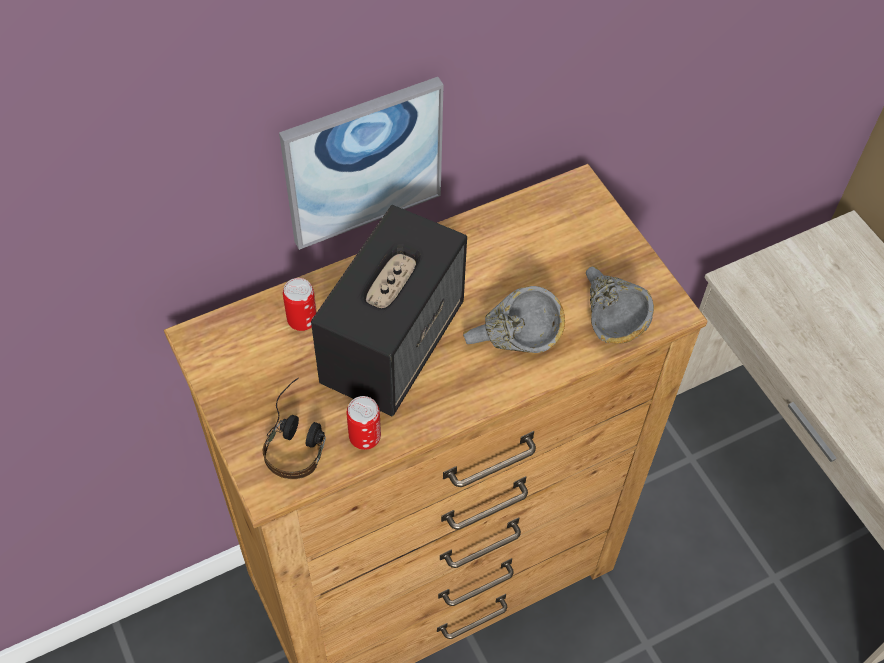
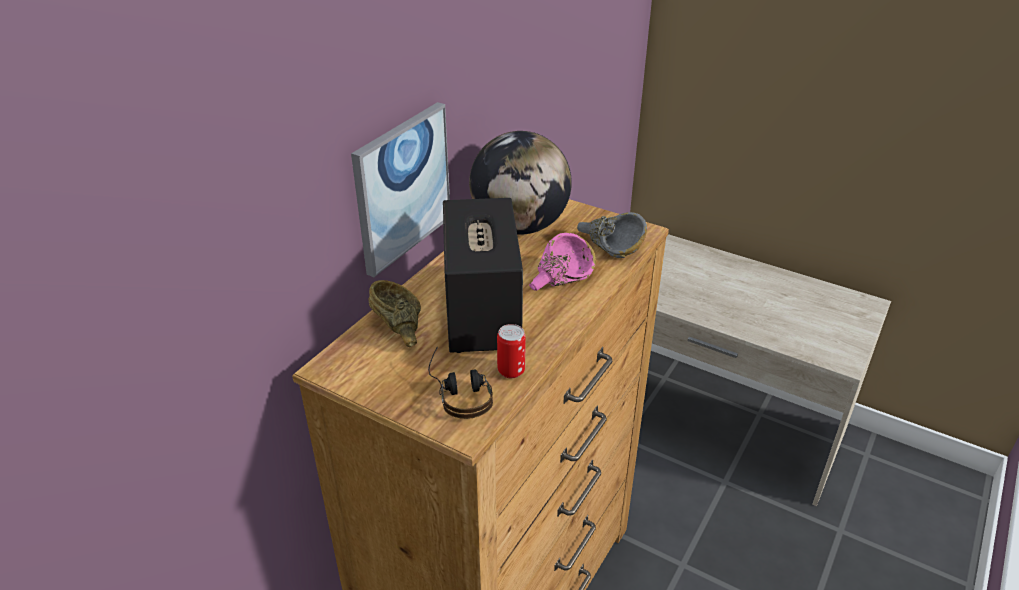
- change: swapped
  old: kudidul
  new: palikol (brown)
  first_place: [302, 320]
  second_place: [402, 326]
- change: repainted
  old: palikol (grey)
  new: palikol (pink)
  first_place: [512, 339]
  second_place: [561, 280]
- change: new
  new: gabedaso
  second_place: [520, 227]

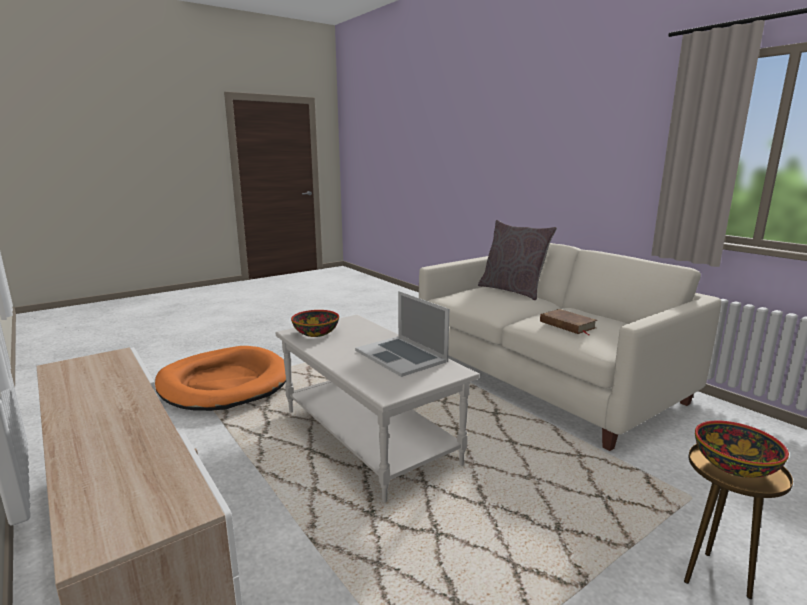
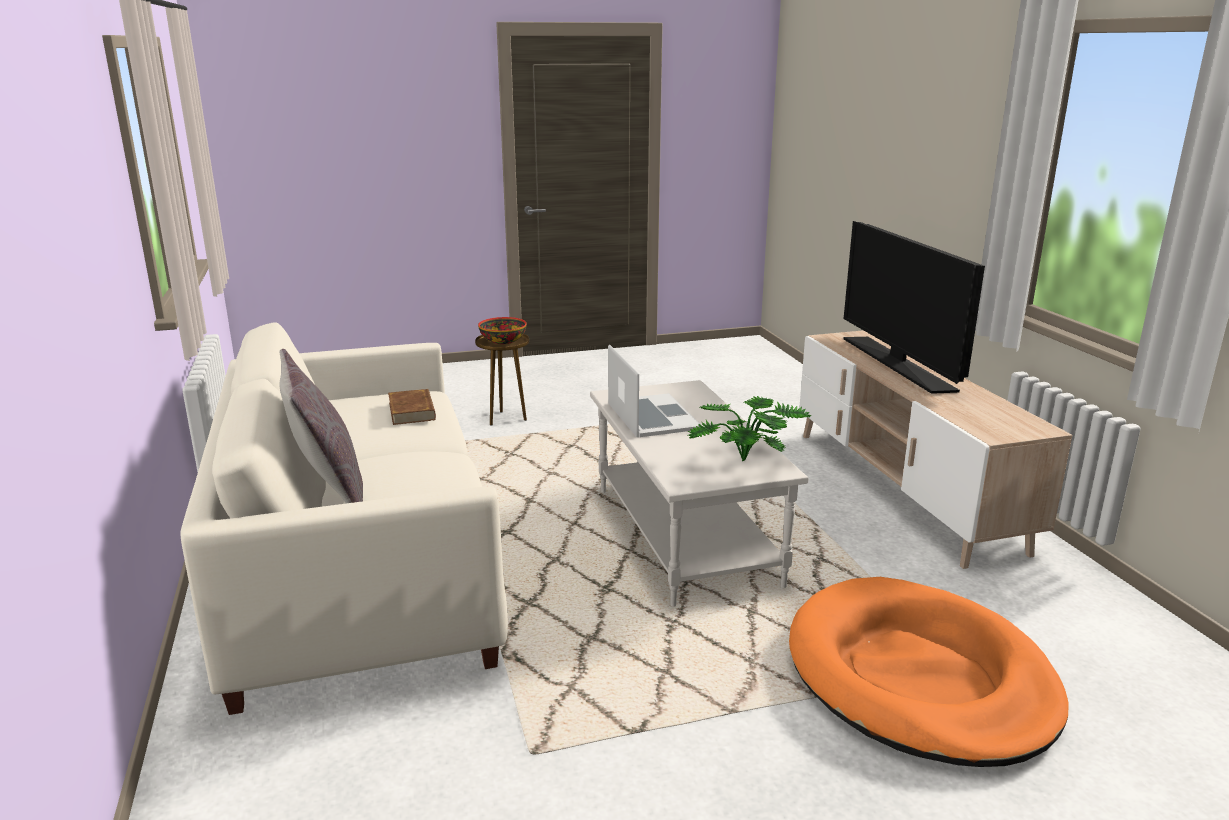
- change: swapped
  old: palikol
  new: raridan
  first_place: [316, 333]
  second_place: [746, 463]
- change: new
  new: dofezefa
  second_place: [898, 364]

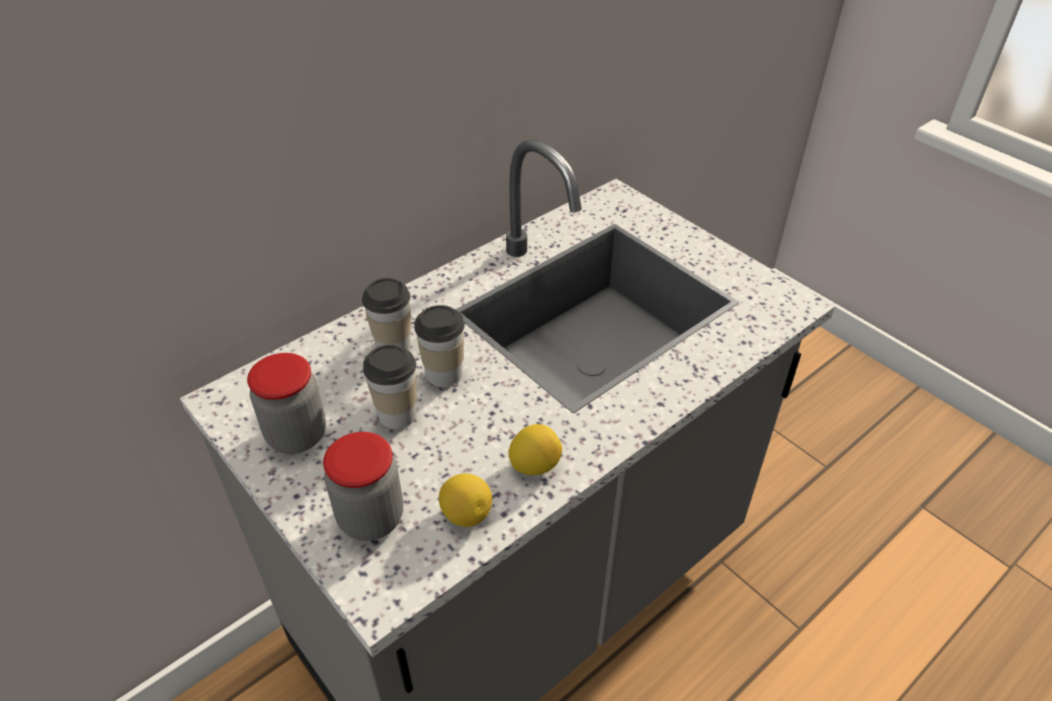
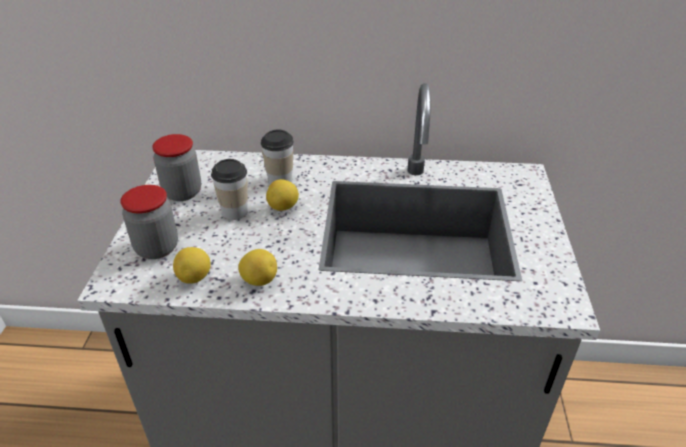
- change: swapped
  old: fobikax
  new: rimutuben
  first_place: [444, 373]
  second_place: [283, 207]

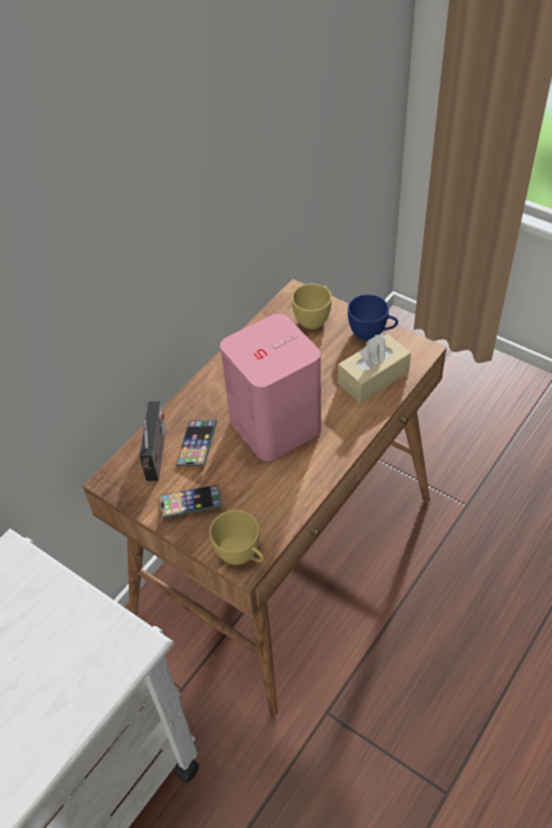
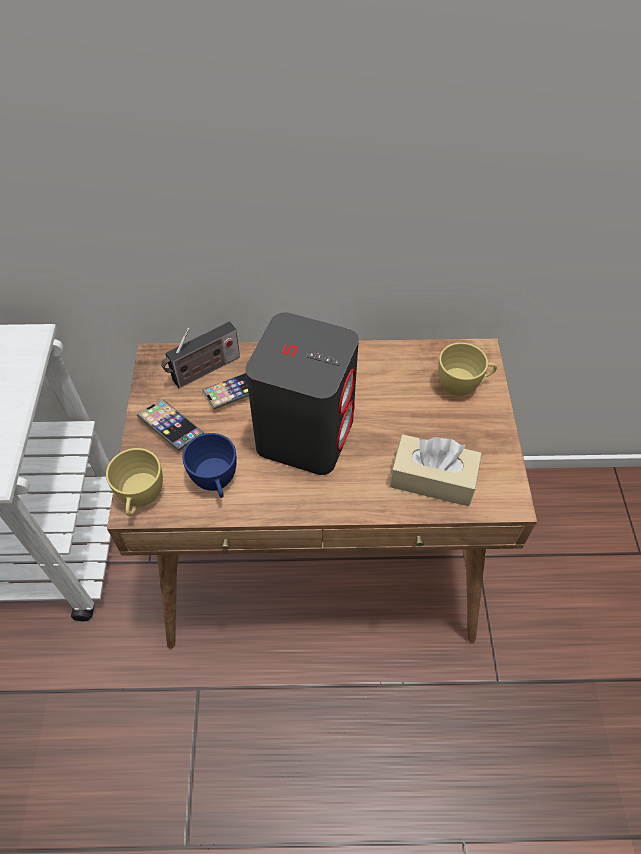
- change: shifted
  old: fobikax (blue)
  first_place: [372, 333]
  second_place: [216, 483]
- change: repainted
  old: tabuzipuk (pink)
  new: tabuzipuk (grey)
  first_place: [274, 425]
  second_place: [305, 433]

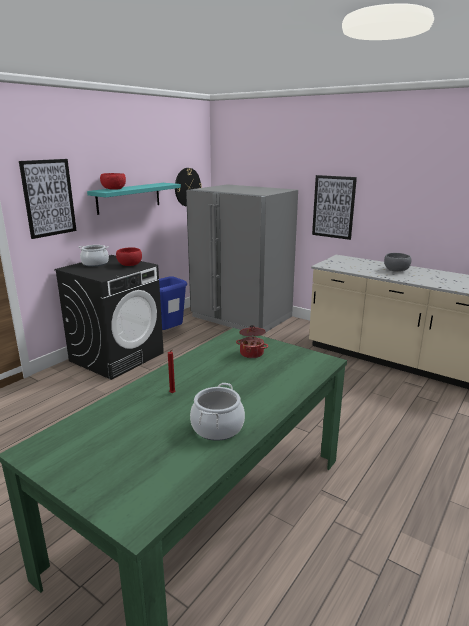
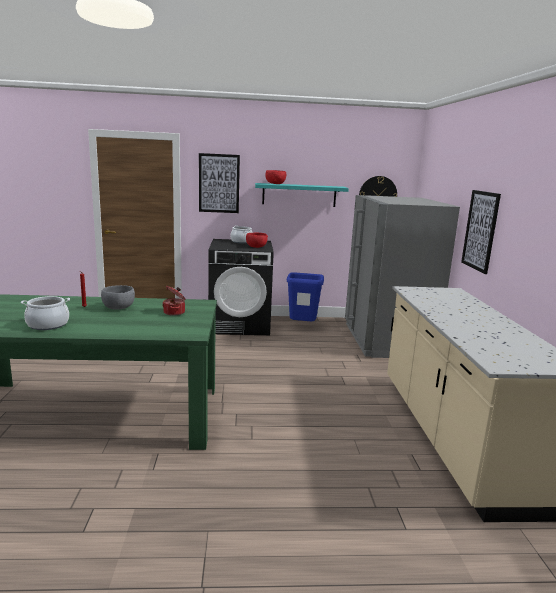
- change: shifted
  old: palikol (grey)
  first_place: [396, 270]
  second_place: [118, 308]

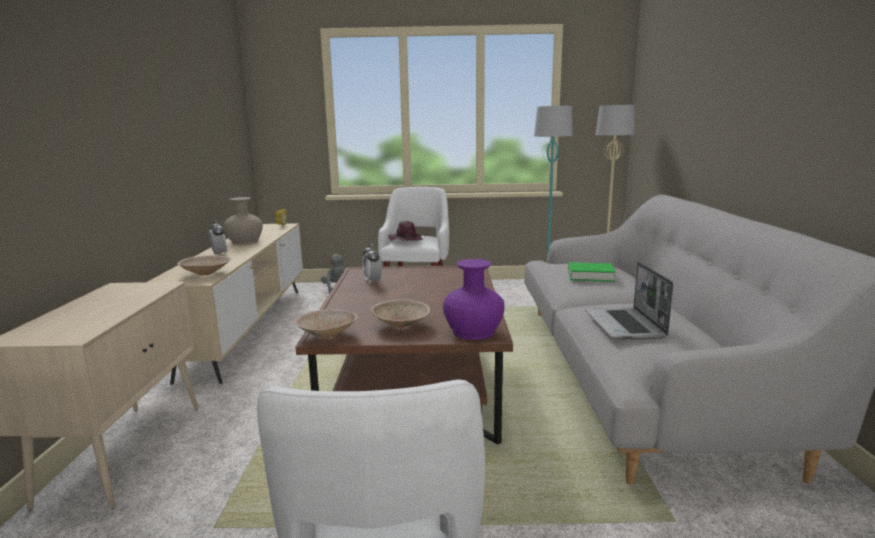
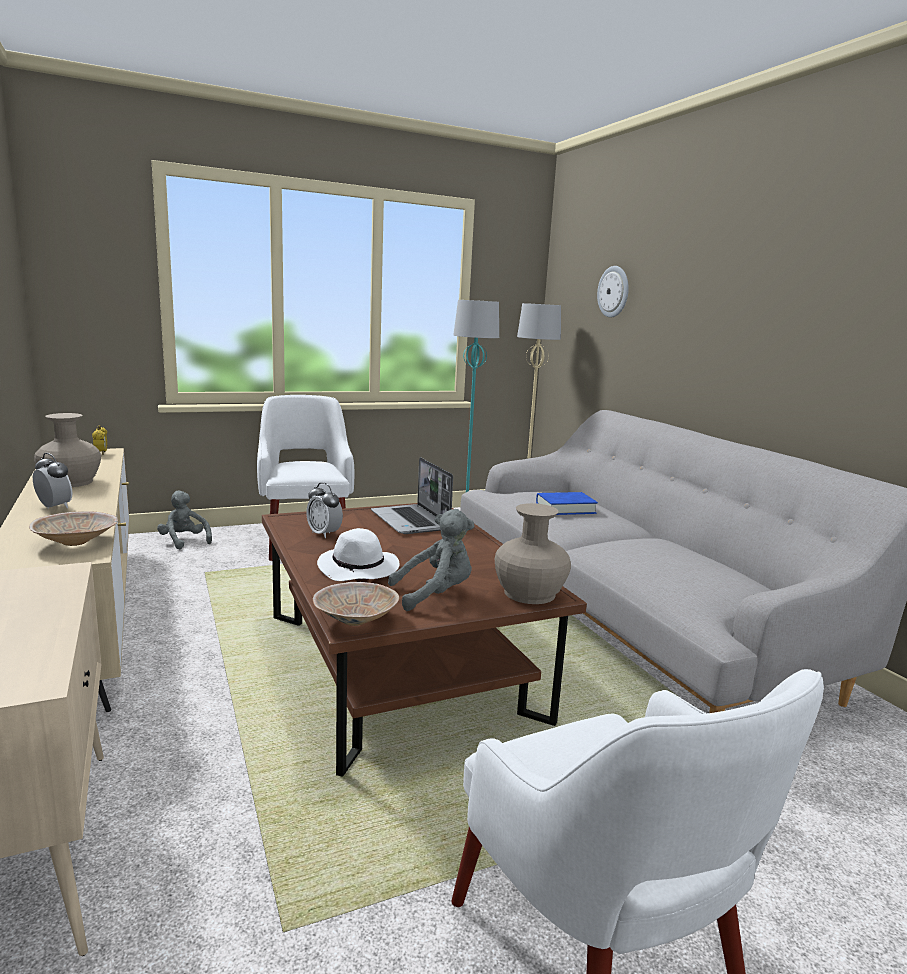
- change: gone
  old: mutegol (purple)
  first_place: [406, 240]
- change: repainted
  old: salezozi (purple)
  new: salezozi (beige)
  first_place: [473, 331]
  second_place: [529, 593]
- change: repainted
  old: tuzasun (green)
  new: tuzasun (blue)
  first_place: [590, 276]
  second_place: [565, 508]
- change: shifted
  old: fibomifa
  first_place: [625, 325]
  second_place: [411, 521]
- change: swapped
  old: palikol (beige)
  new: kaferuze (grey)
  first_place: [401, 325]
  second_place: [435, 594]
- change: new
  new: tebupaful
  second_place: [614, 292]
- change: new
  new: mutegol (white)
  second_place: [359, 569]

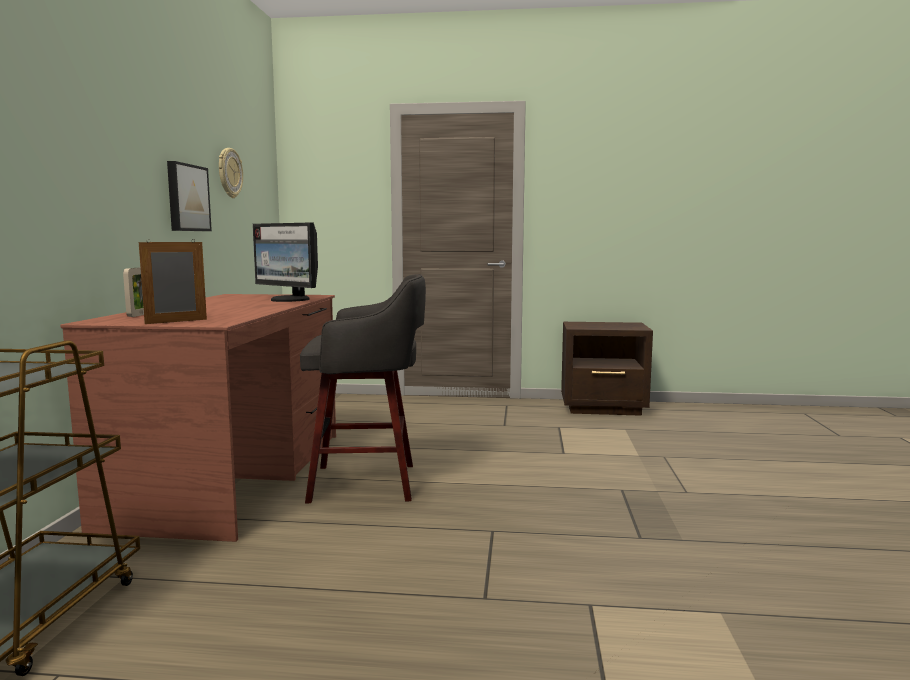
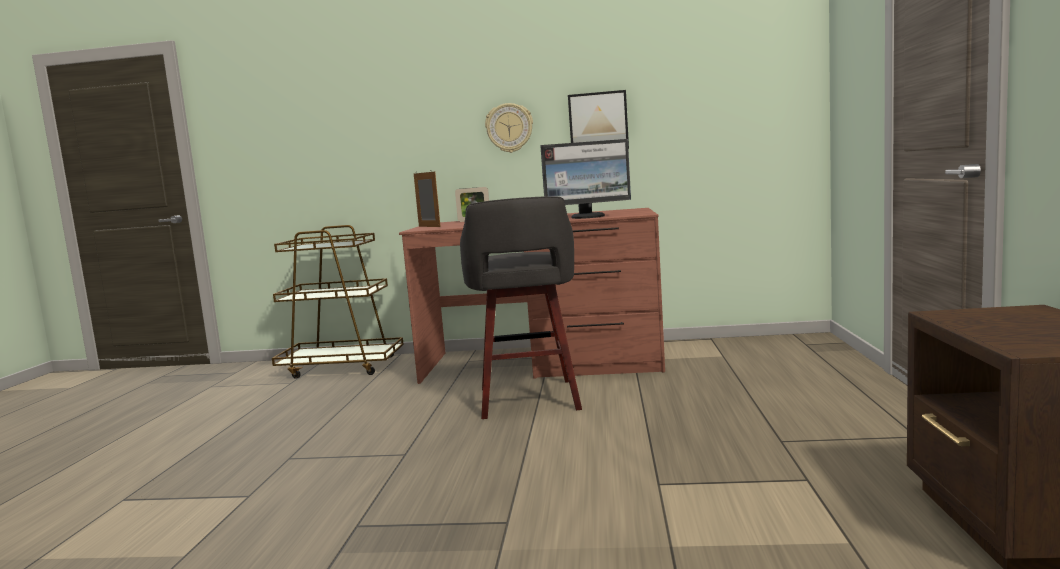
- change: shifted
  old: tebupaful
  first_place: [229, 173]
  second_place: [509, 128]
- change: rotated
  old: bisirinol
  first_place: [289, 300]
  second_place: [589, 217]
  degrees: -135

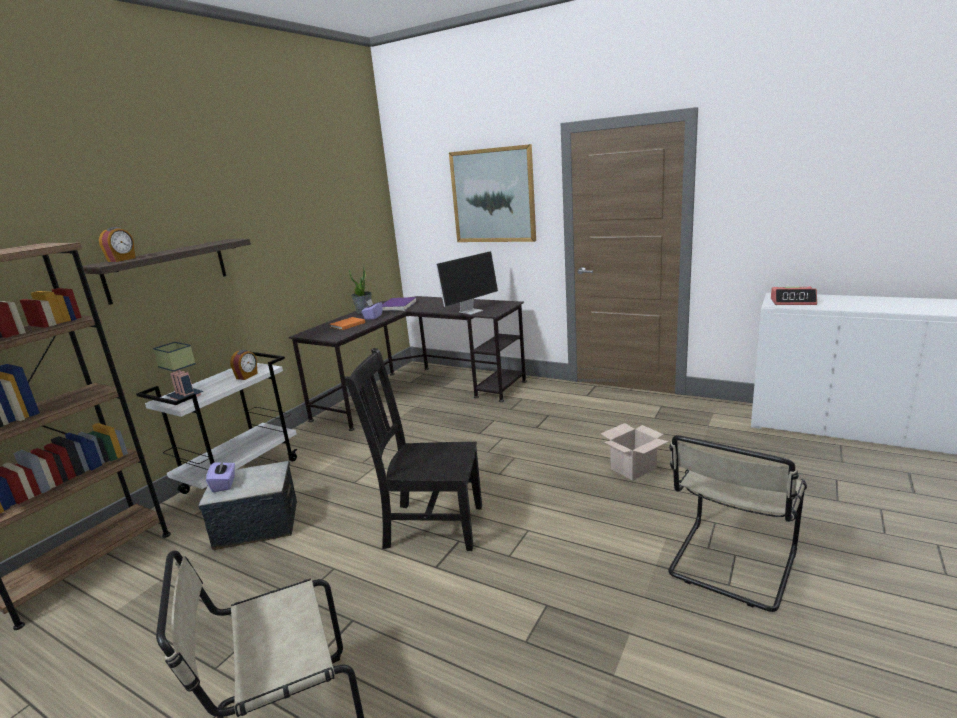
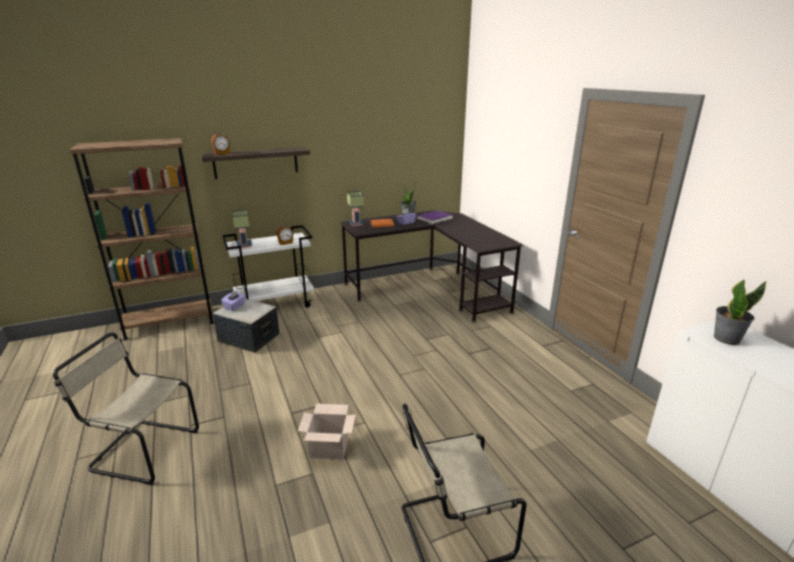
- change: gone
  old: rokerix
  first_place: [493, 196]
- change: gone
  old: bisirinol
  first_place: [471, 311]
- change: swapped
  old: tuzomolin
  new: raridan
  first_place: [793, 302]
  second_place: [726, 338]
- change: gone
  old: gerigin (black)
  first_place: [430, 525]
- change: shifted
  old: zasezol
  first_place: [633, 467]
  second_place: [330, 447]
- change: new
  new: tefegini
  second_place: [357, 223]

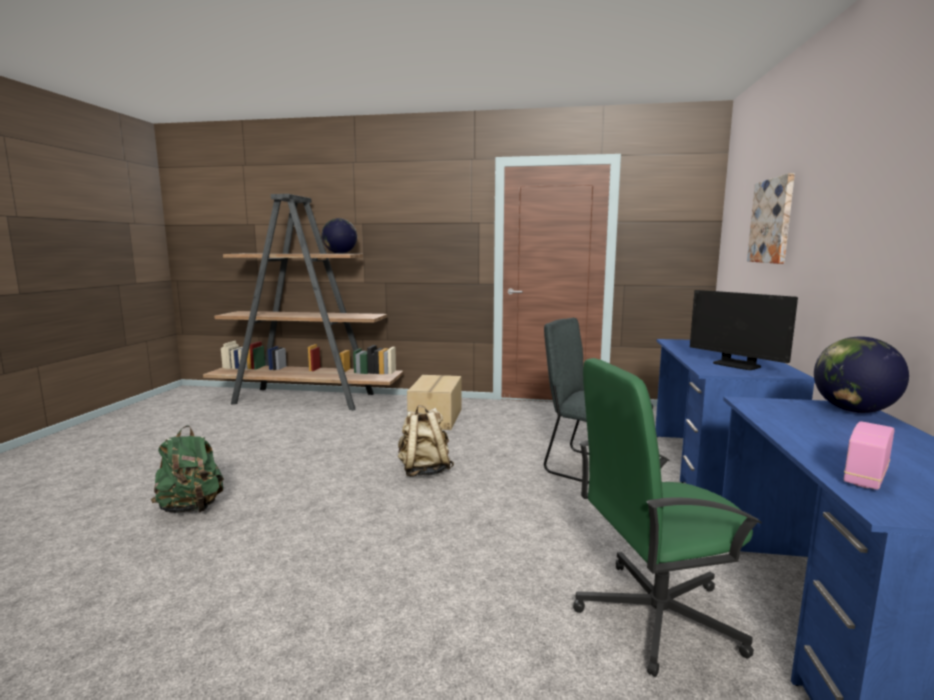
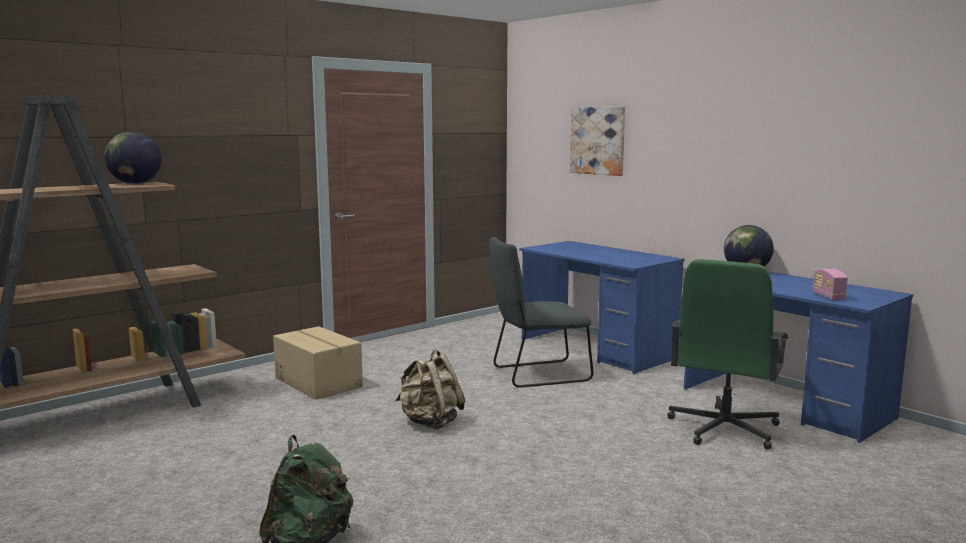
- change: gone
  old: bisirinol
  first_place: [736, 365]

